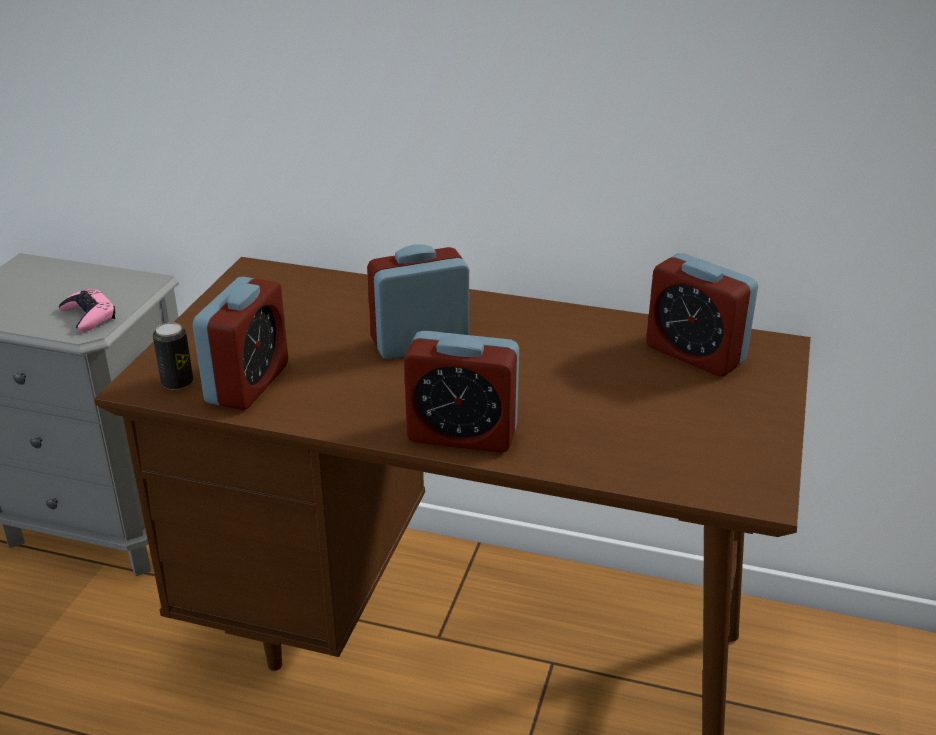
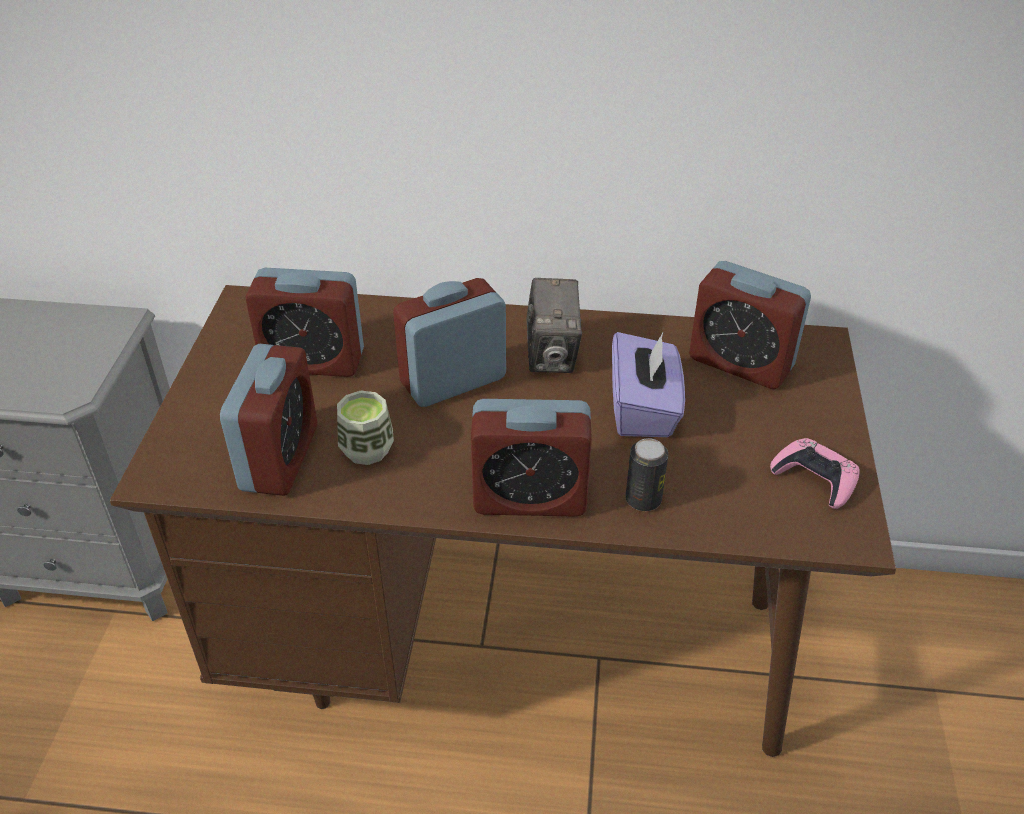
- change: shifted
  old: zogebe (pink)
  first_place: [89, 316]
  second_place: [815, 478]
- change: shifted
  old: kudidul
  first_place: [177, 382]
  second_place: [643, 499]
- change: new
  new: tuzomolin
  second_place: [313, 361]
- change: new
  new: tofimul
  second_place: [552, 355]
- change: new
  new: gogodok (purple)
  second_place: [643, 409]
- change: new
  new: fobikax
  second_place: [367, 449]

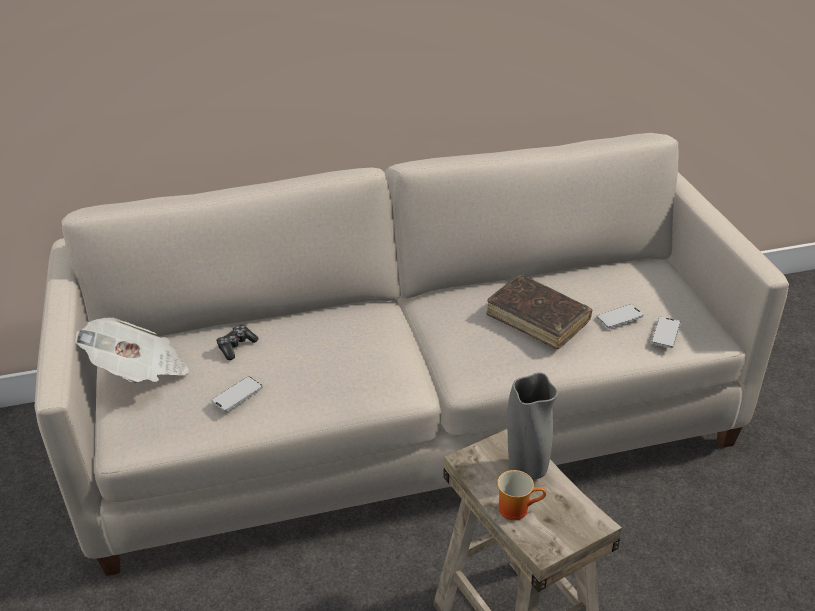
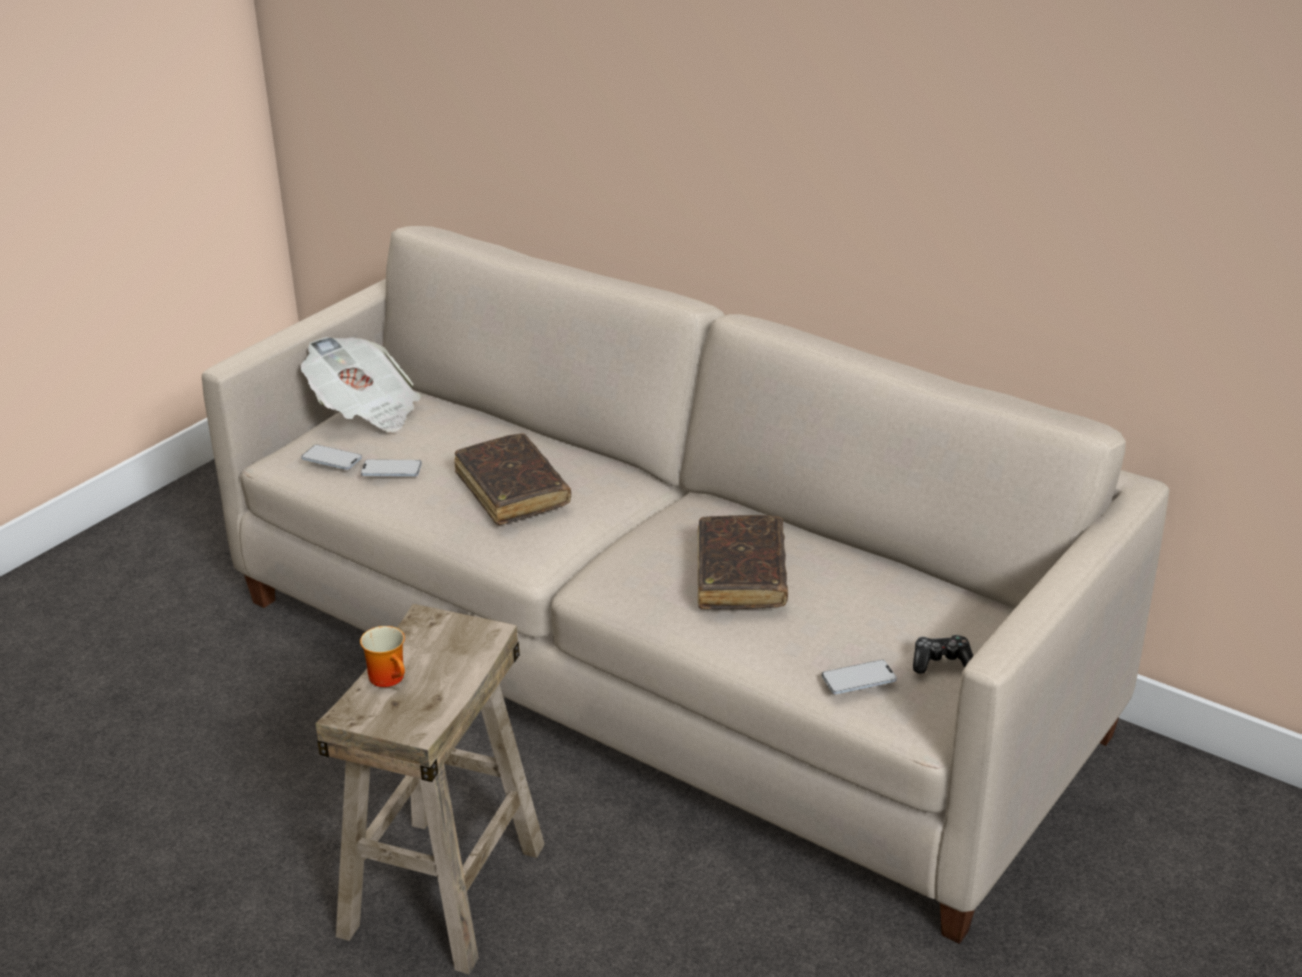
- change: shifted
  old: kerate
  first_place: [619, 317]
  second_place: [331, 458]
- change: shifted
  old: zogebe
  first_place: [236, 346]
  second_place: [941, 662]
- change: gone
  old: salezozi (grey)
  first_place: [526, 471]
- change: new
  new: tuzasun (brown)
  second_place: [512, 490]

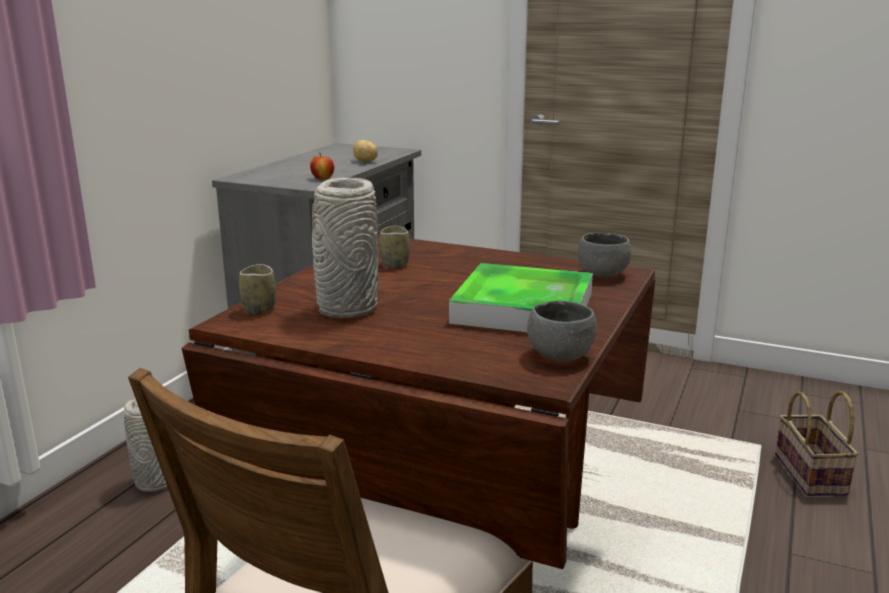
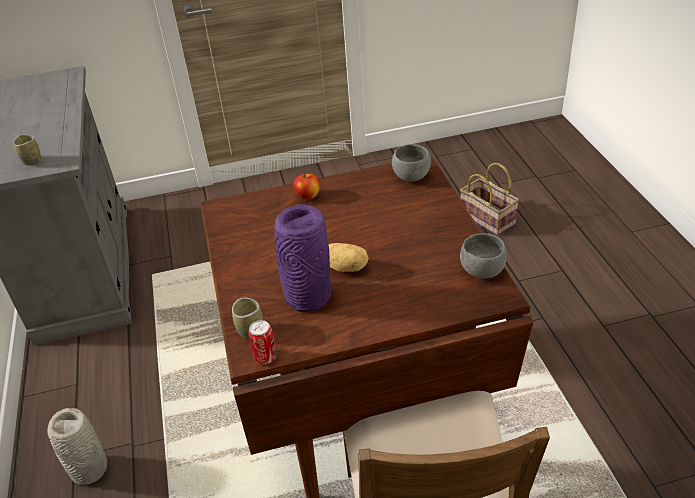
- change: shifted
  old: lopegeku
  first_place: [365, 161]
  second_place: [346, 267]
- change: shifted
  old: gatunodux
  first_place: [322, 178]
  second_place: [308, 196]
- change: repainted
  old: salezozi (grey)
  new: salezozi (purple)
  first_place: [346, 308]
  second_place: [306, 297]
- change: shifted
  old: fobikax
  first_place: [395, 264]
  second_place: [32, 161]
- change: gone
  old: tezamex
  first_place: [523, 308]
- change: new
  new: kudidul
  second_place: [265, 357]

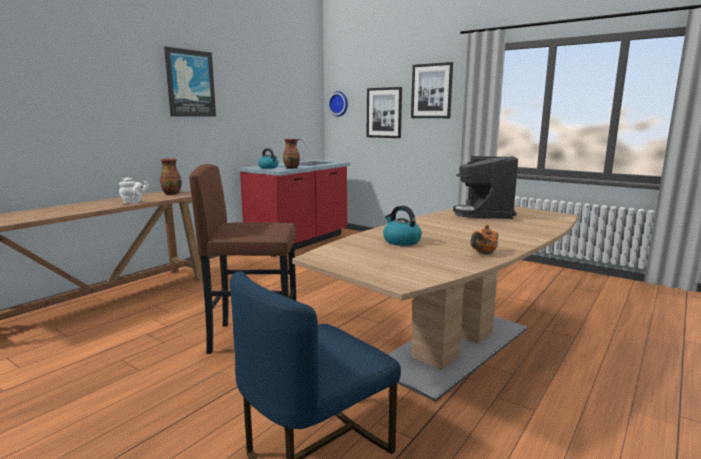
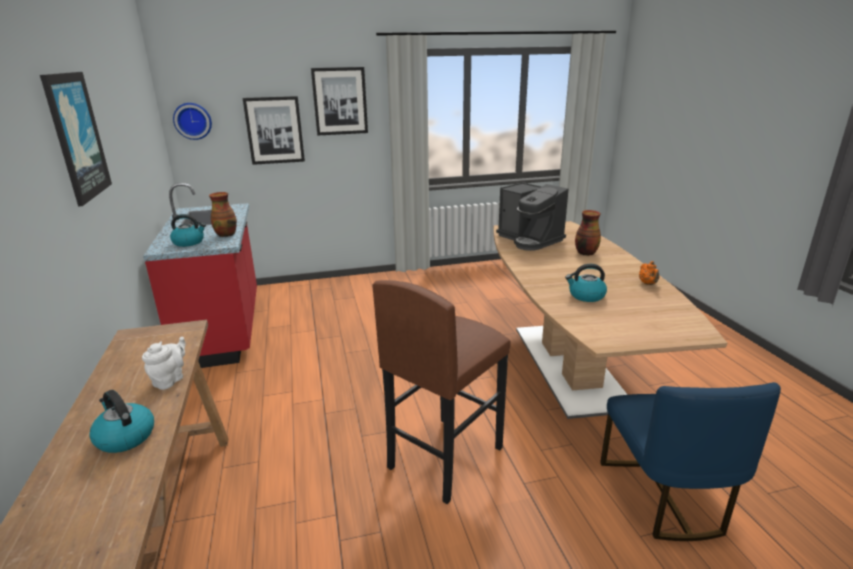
- change: shifted
  old: salezozi
  first_place: [172, 193]
  second_place: [585, 253]
- change: new
  new: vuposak
  second_place: [125, 437]

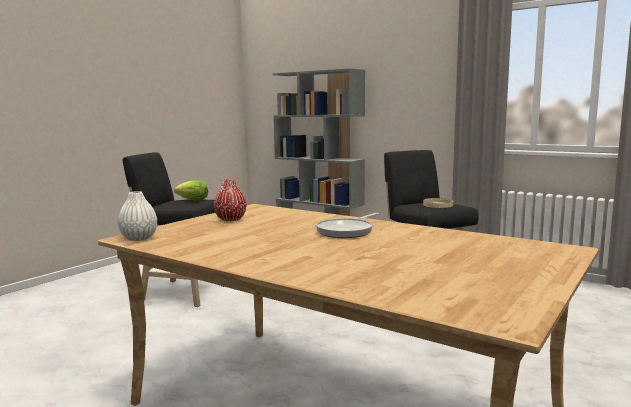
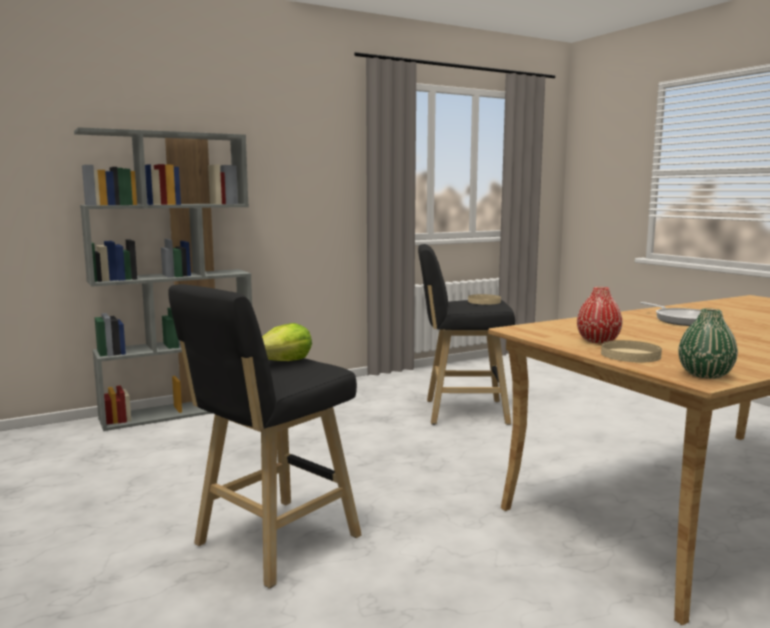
- change: repainted
  old: salezozi (white)
  new: salezozi (green)
  first_place: [139, 238]
  second_place: [705, 375]
- change: new
  new: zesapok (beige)
  second_place: [631, 355]

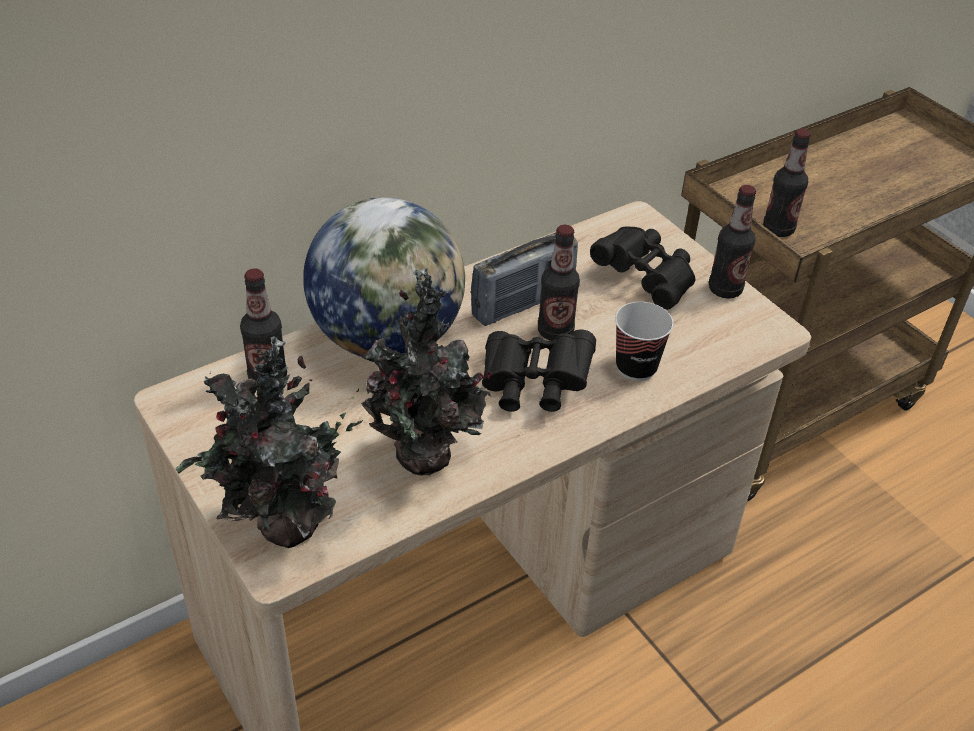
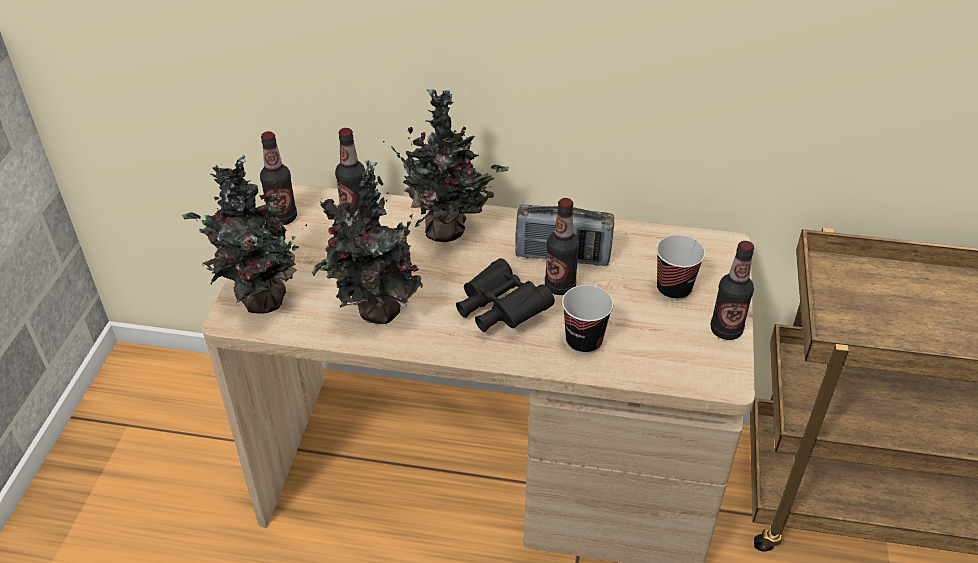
- change: shifted
  old: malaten
  first_place: [778, 229]
  second_place: [283, 218]
- change: swapped
  old: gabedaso
  new: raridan
  first_place: [387, 339]
  second_place: [449, 230]
- change: swapped
  old: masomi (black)
  new: fobikax
  first_place: [646, 279]
  second_place: [673, 289]

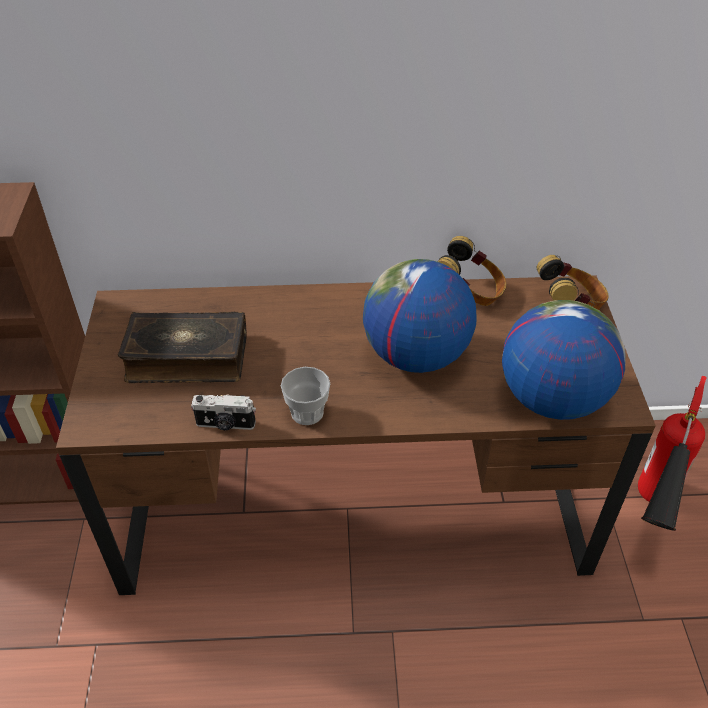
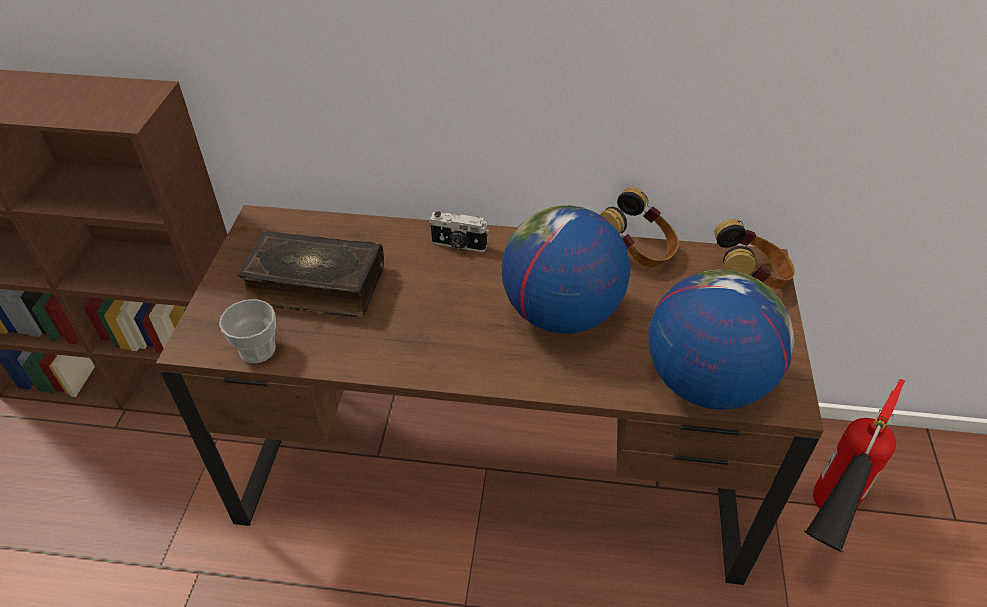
- change: shifted
  old: fobikax
  first_place: [307, 412]
  second_place: [257, 350]
- change: shifted
  old: tofimul
  first_place: [225, 424]
  second_place: [459, 245]

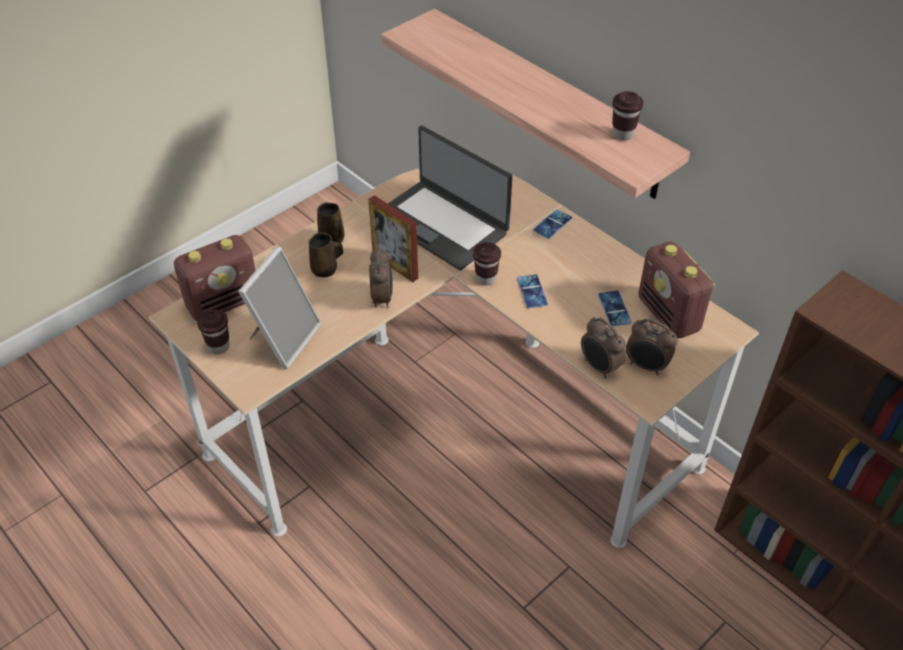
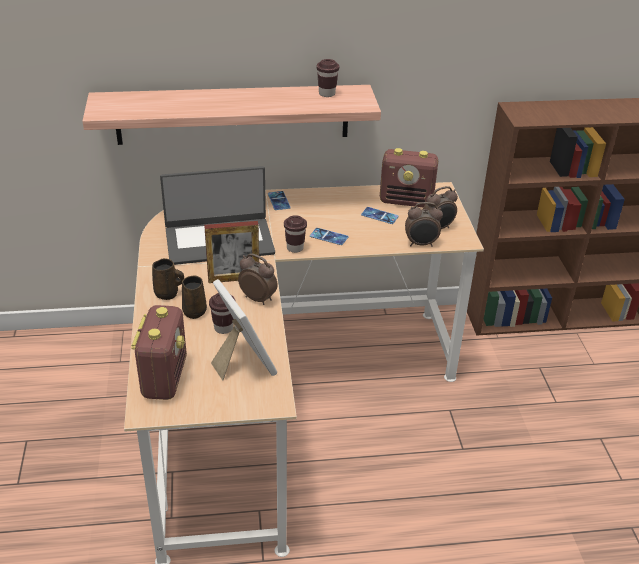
- change: shifted
  old: fobikax (brown)
  first_place: [219, 346]
  second_place: [223, 328]

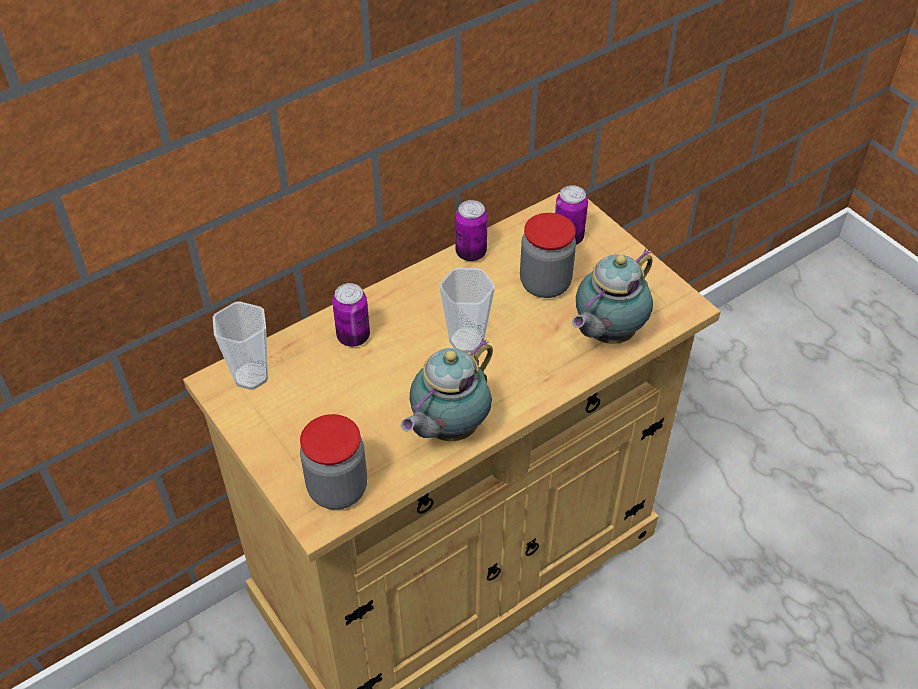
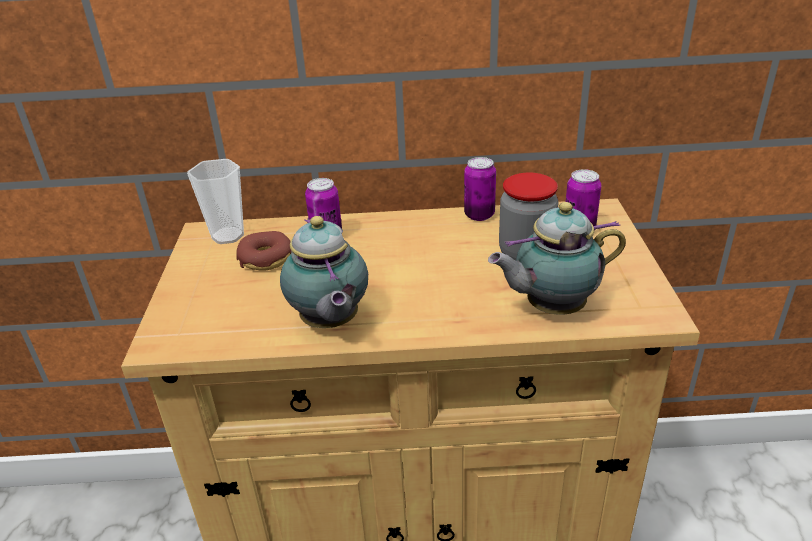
- change: gone
  old: fobikax
  first_place: [466, 341]
- change: rotated
  old: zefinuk
  first_place: [447, 429]
  second_place: [330, 323]
  degrees: -90
- change: gone
  old: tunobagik
  first_place: [337, 489]
- change: new
  new: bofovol
  second_place: [266, 258]

